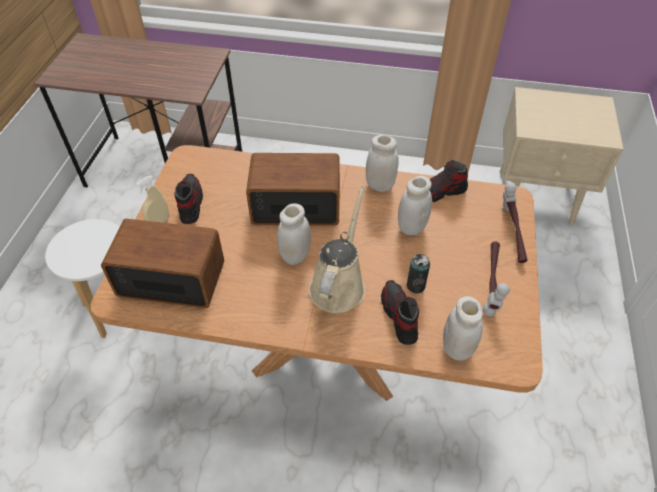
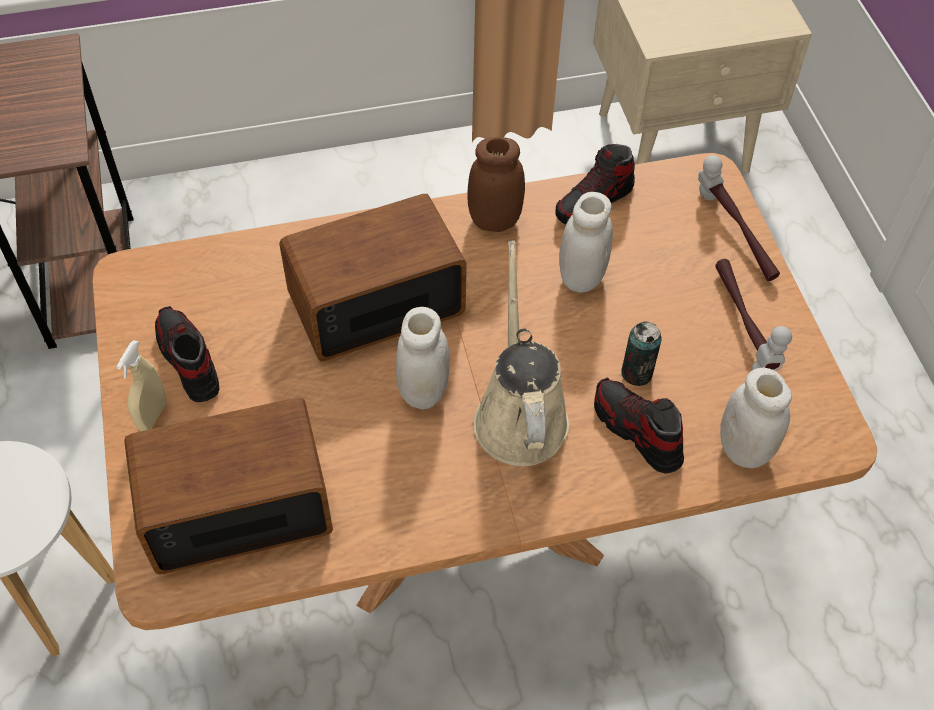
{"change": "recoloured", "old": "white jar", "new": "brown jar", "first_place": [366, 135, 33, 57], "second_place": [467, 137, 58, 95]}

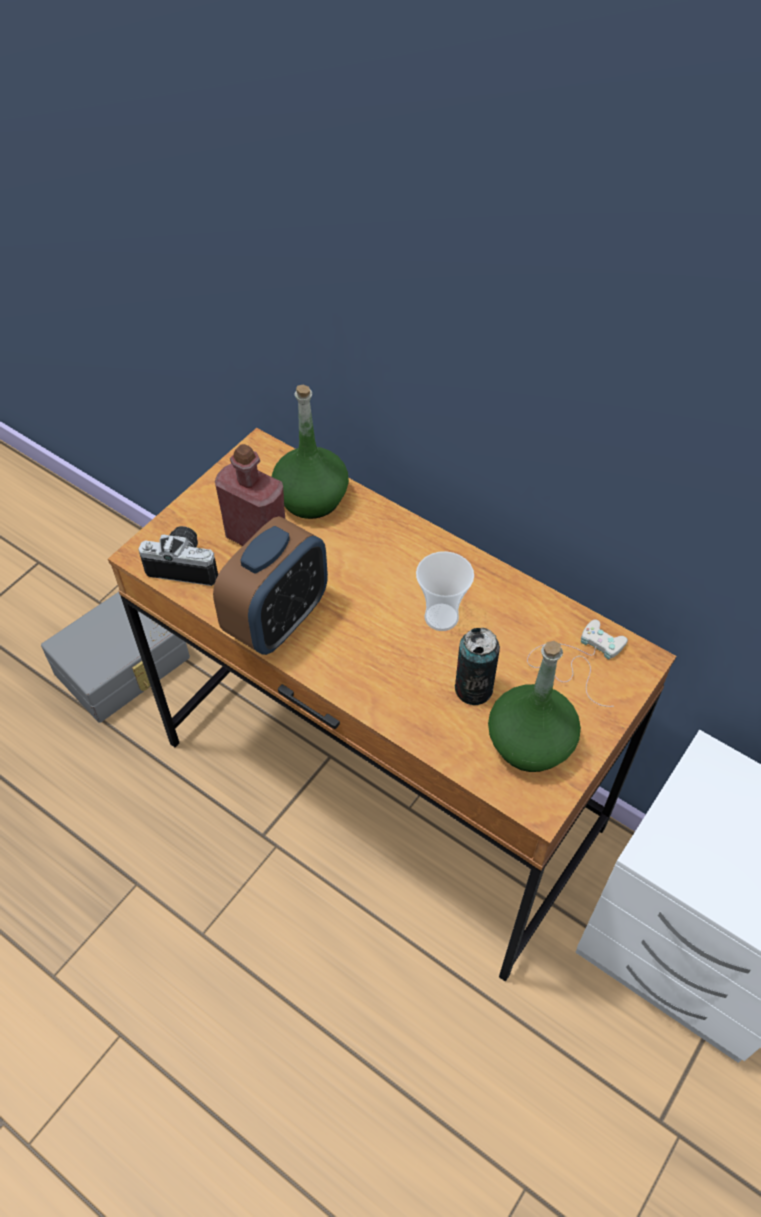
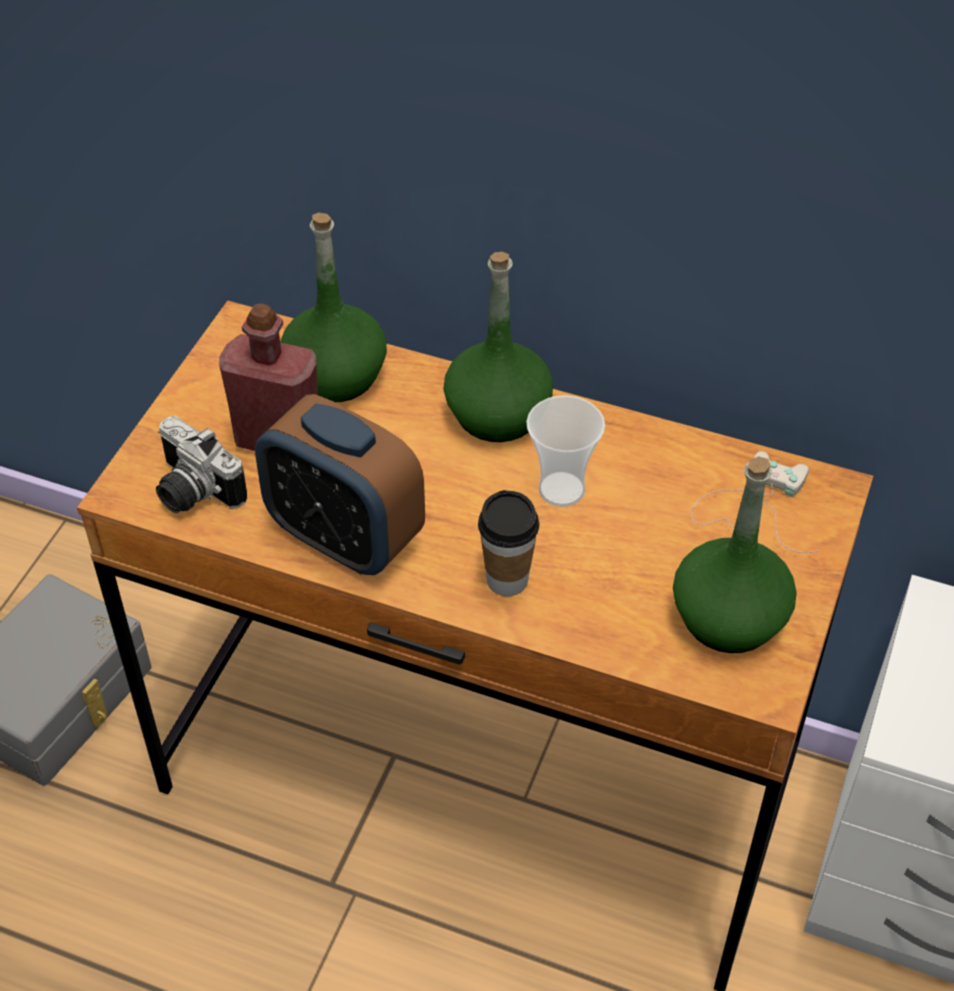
{"change": "removed", "old": "can", "first_place": [455, 628, 45, 77]}
{"change": "added", "new": "green bottle", "second_place": [444, 252, 109, 190]}
{"change": "added", "new": "cup", "second_place": [478, 490, 61, 106]}
{"change": "turned", "old": "photo camera", "first_place": [138, 526, 80, 60], "second_place": [156, 416, 91, 97], "degrees": -135}
{"change": "turned", "old": "alarm clock", "first_place": [213, 516, 115, 139], "second_place": [255, 394, 170, 181], "degrees": 105}

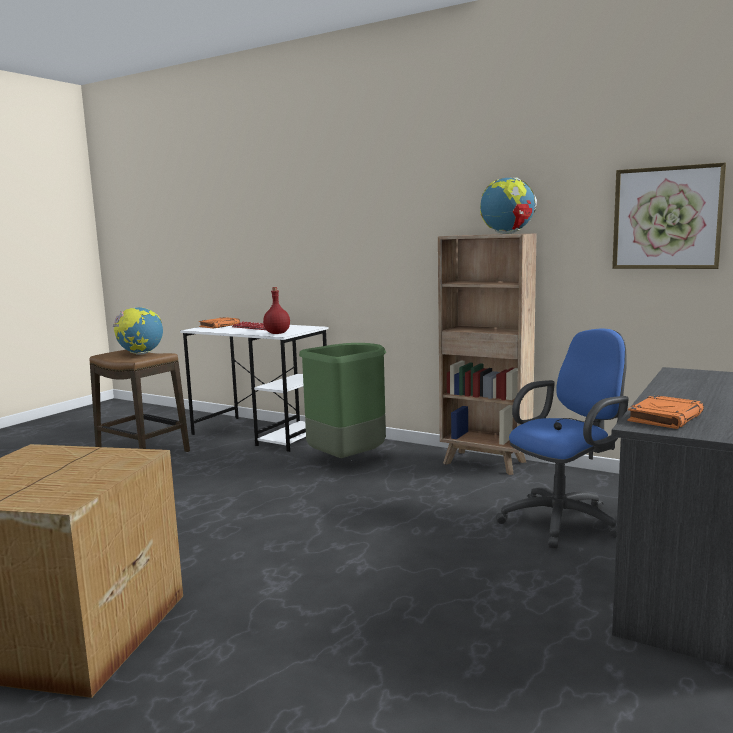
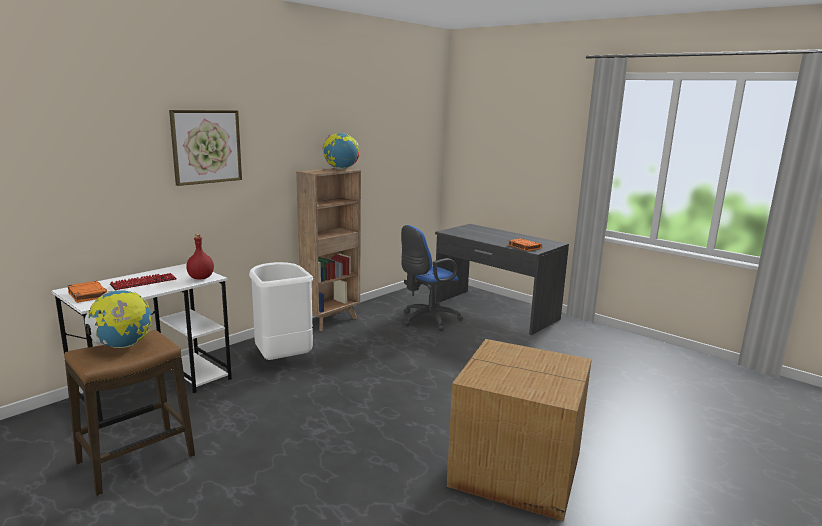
{"change": "moved", "old": "picture", "first_place": [612, 162, 114, 107], "second_place": [169, 110, 73, 76]}
{"change": "recoloured", "old": "green trash can", "new": "white trash can", "first_place": [299, 343, 87, 115], "second_place": [249, 262, 64, 98]}
{"change": "turned", "old": "blue office chair", "first_place": [496, 328, 133, 221], "second_place": [401, 225, 62, 106], "degrees": -105}

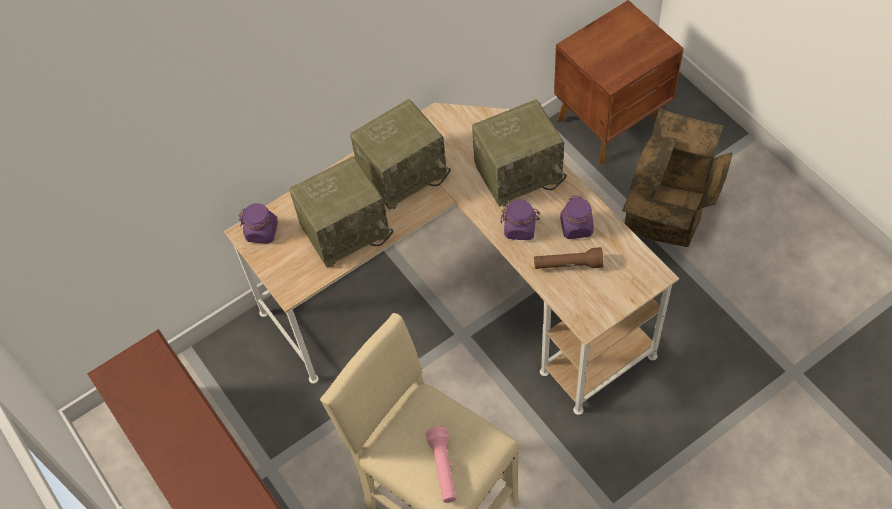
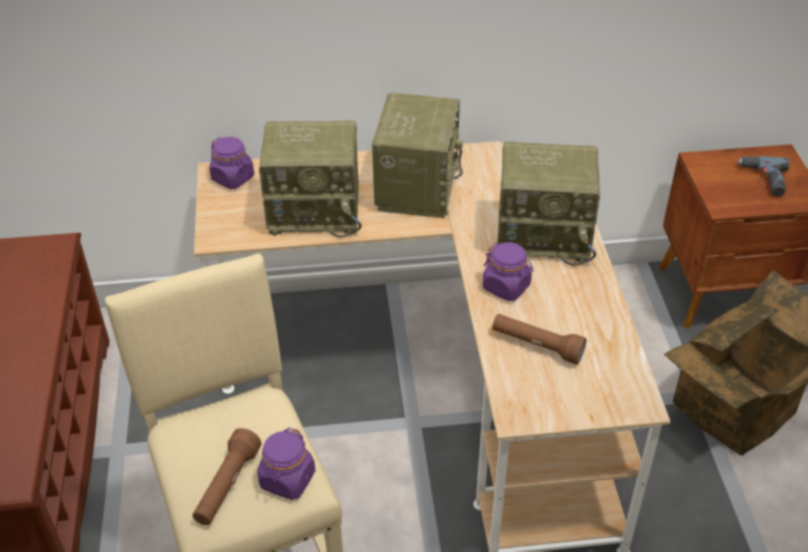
{"change": "added", "new": "power drill", "second_place": [738, 156, 51, 40]}
{"change": "moved", "old": "purple jar", "first_place": [560, 195, 34, 44], "second_place": [257, 428, 58, 72]}
{"change": "recoloured", "old": "pink flashlight", "new": "brown flashlight", "first_place": [426, 427, 31, 76], "second_place": [193, 428, 68, 97]}
{"change": "turned", "old": "radio", "first_place": [350, 99, 101, 111], "second_place": [372, 93, 91, 125], "degrees": -75}

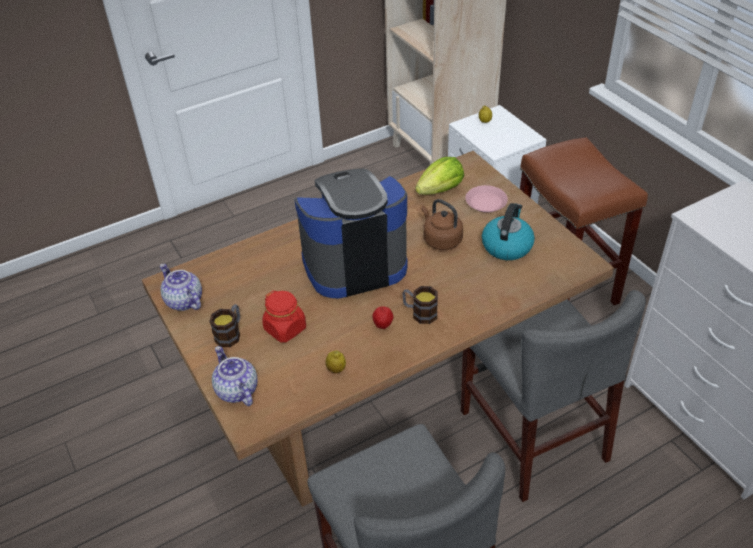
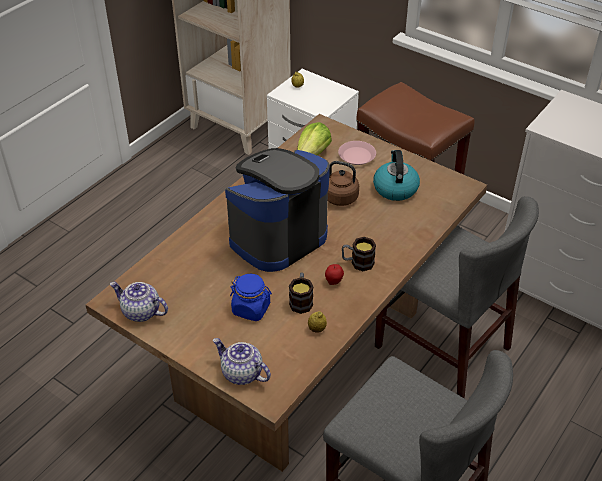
{"change": "moved", "old": "mug", "first_place": [209, 304, 31, 43], "second_place": [289, 272, 25, 42]}
{"change": "recoloured", "old": "red jar", "new": "blue jar", "first_place": [262, 290, 44, 53], "second_place": [230, 274, 42, 47]}

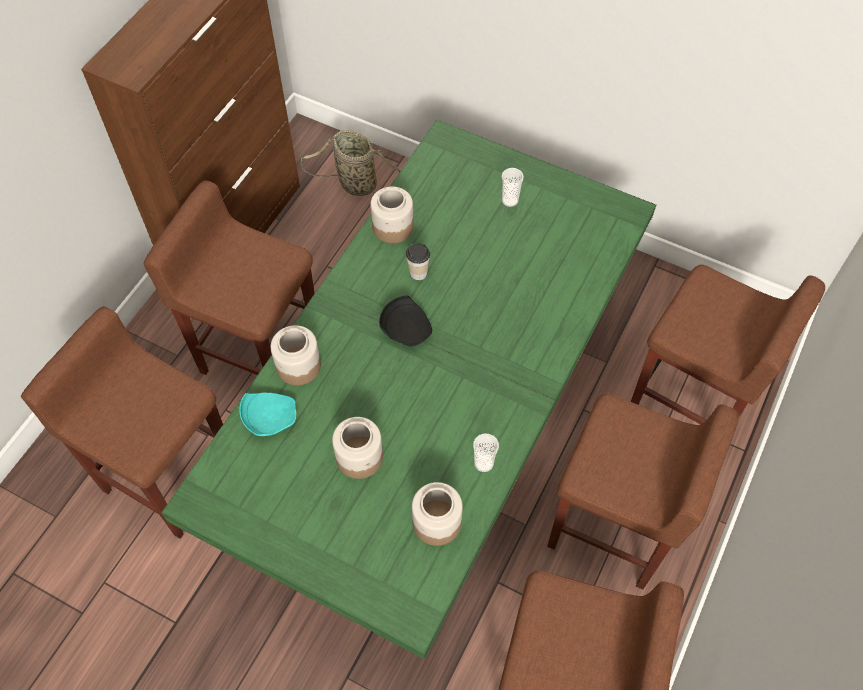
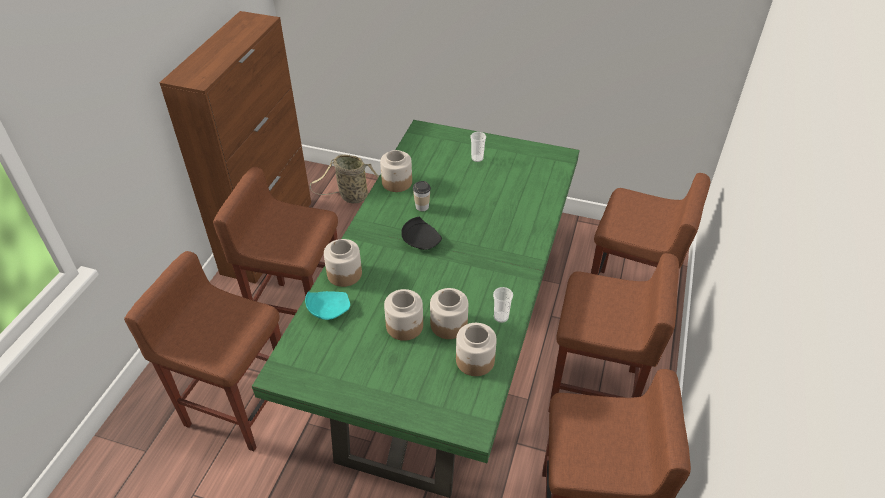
{"change": "added", "new": "jar", "second_place": [430, 288, 38, 51]}

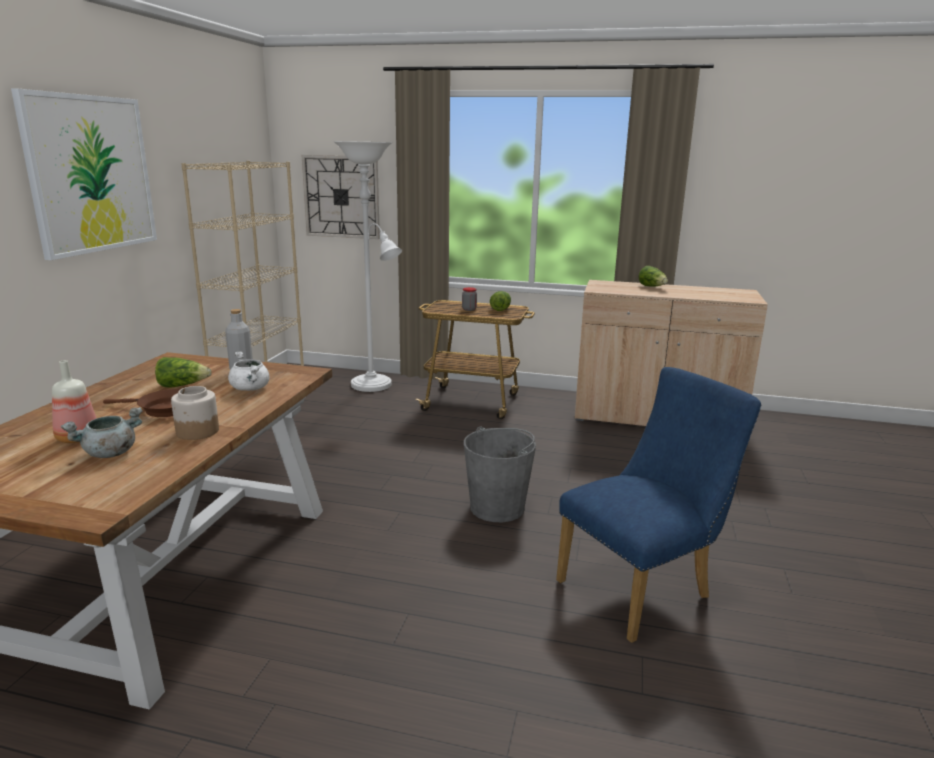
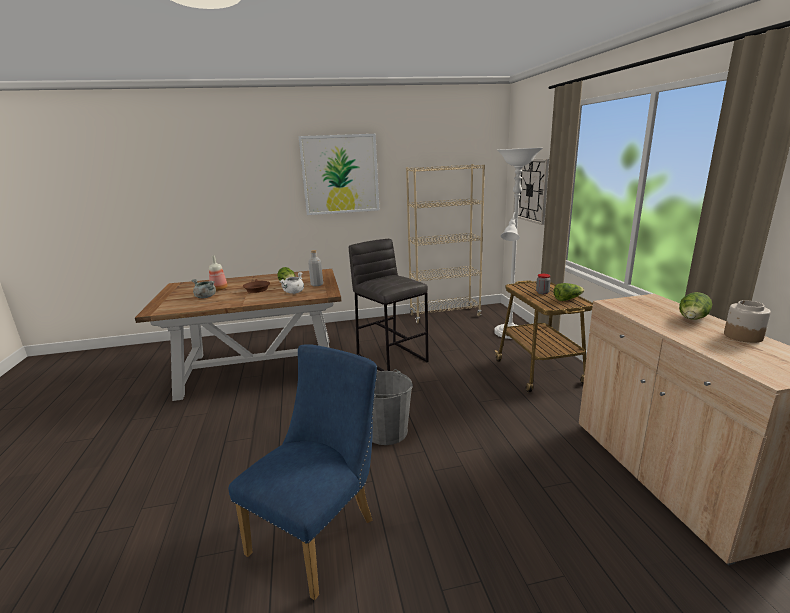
{"change": "added", "new": "grey stool", "second_place": [349, 239, 80, 132]}
{"change": "moved", "old": "jar", "first_place": [171, 386, 48, 54], "second_place": [724, 300, 47, 43]}
{"change": "turned", "old": "blue chair", "first_place": [556, 367, 205, 276], "second_place": [228, 344, 149, 256], "degrees": -90}

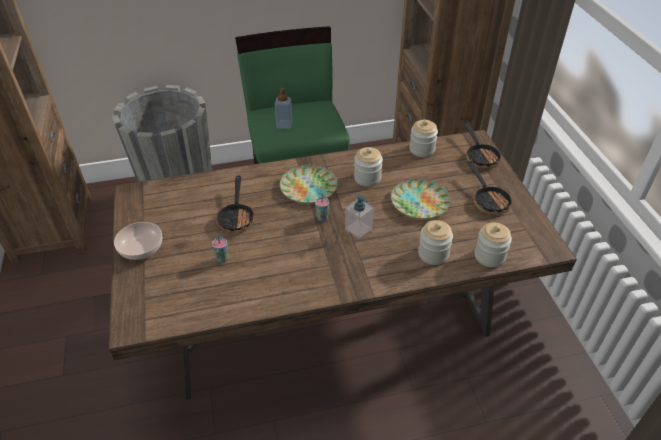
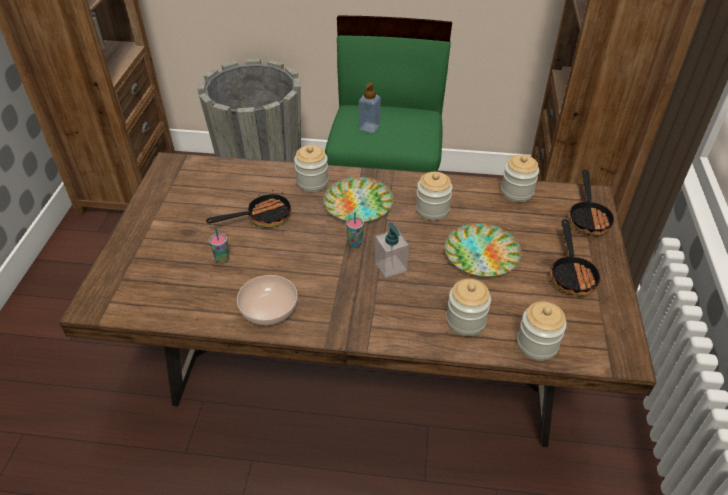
{"change": "added", "new": "jar", "second_place": [294, 145, 35, 47]}
{"change": "moved", "old": "bowl", "first_place": [114, 222, 48, 38], "second_place": [237, 275, 61, 50]}
{"change": "turned", "old": "frying pan", "first_place": [216, 176, 39, 57], "second_place": [206, 190, 85, 38], "degrees": -135}

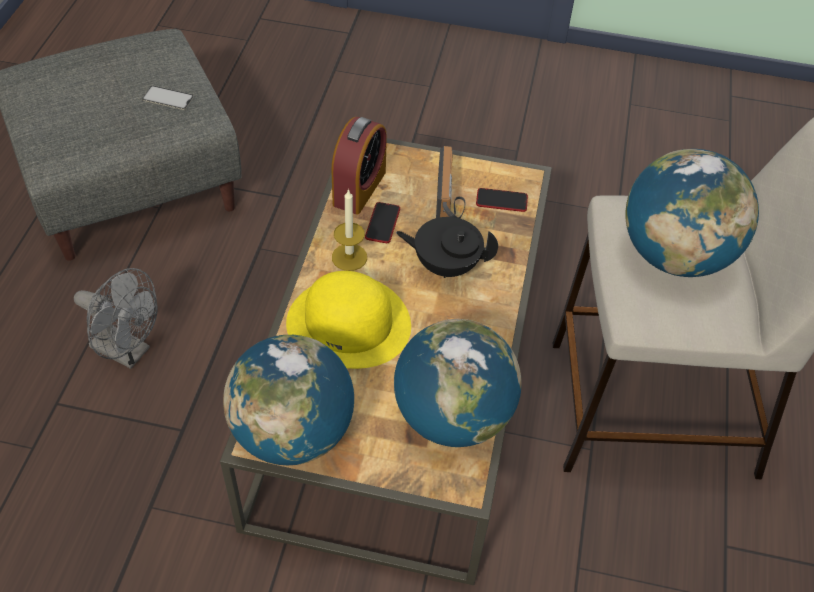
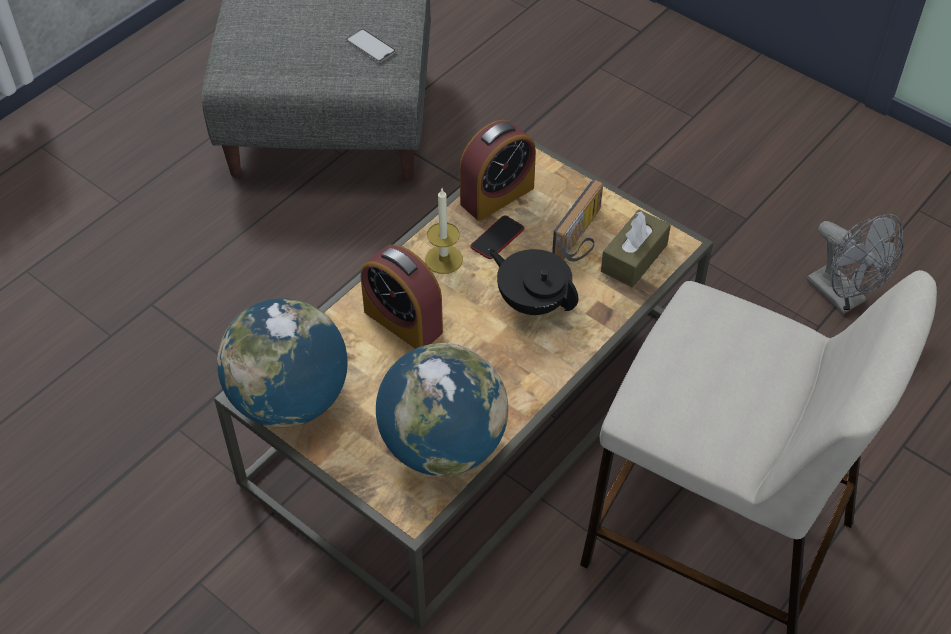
{"change": "removed", "old": "globe", "first_place": [625, 149, 134, 128]}
{"change": "moved", "old": "grey fan", "first_place": [74, 268, 83, 101], "second_place": [807, 214, 97, 100]}
{"change": "replaced", "old": "yellow hat", "new": "alarm clock", "first_place": [286, 271, 125, 98], "second_place": [361, 245, 82, 104]}
{"change": "replaced", "old": "phone", "new": "brown tissue box", "first_place": [476, 188, 52, 24], "second_place": [601, 210, 70, 77]}

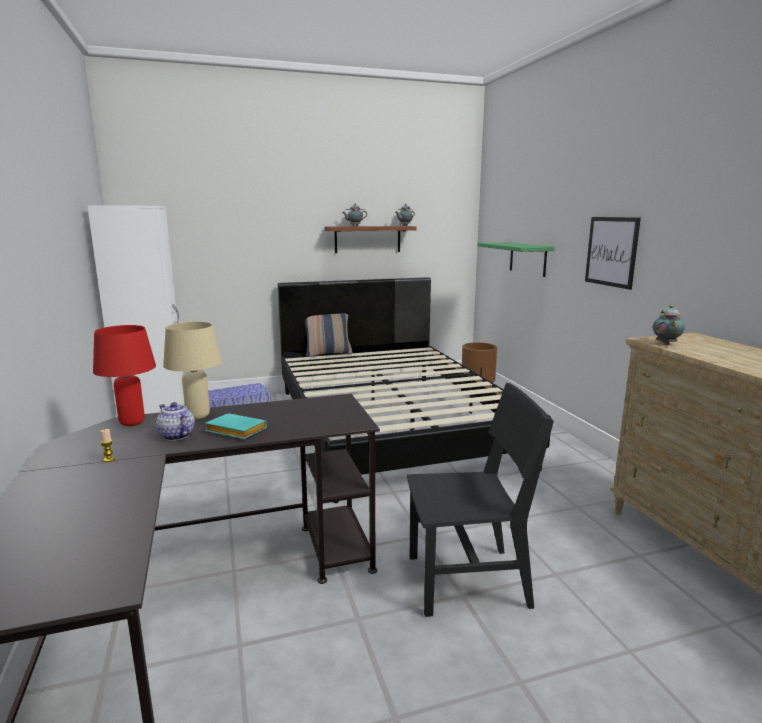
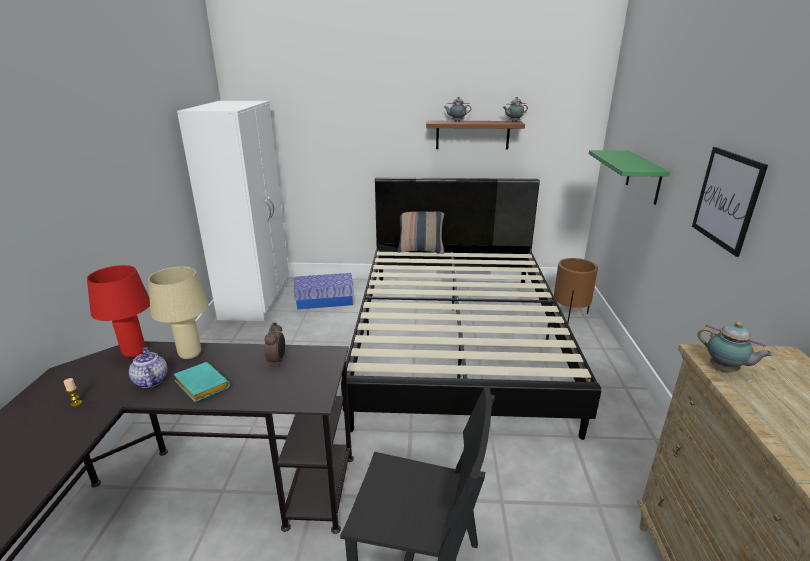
{"change": "added", "new": "alarm clock", "second_place": [265, 322, 20, 44]}
{"change": "turned", "old": "teapot", "first_place": [653, 305, 32, 40], "second_place": [697, 322, 76, 49], "degrees": 105}

